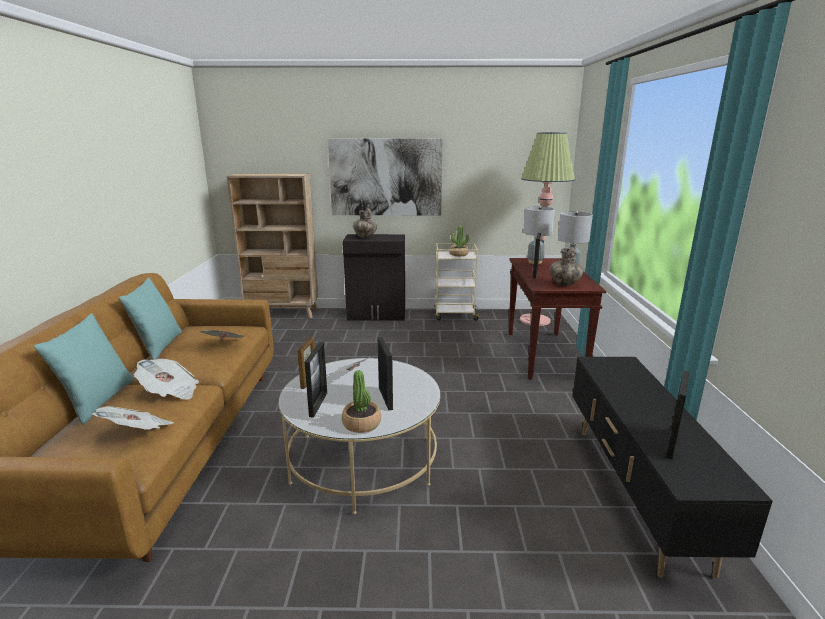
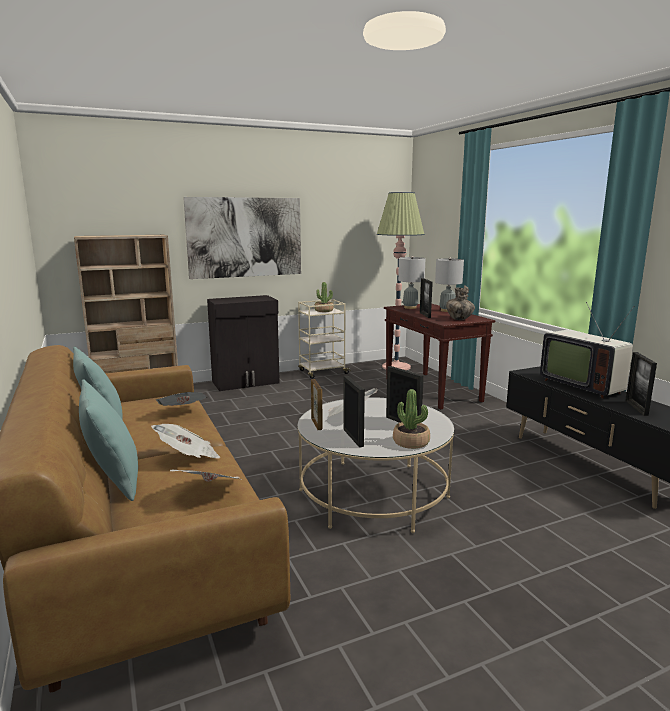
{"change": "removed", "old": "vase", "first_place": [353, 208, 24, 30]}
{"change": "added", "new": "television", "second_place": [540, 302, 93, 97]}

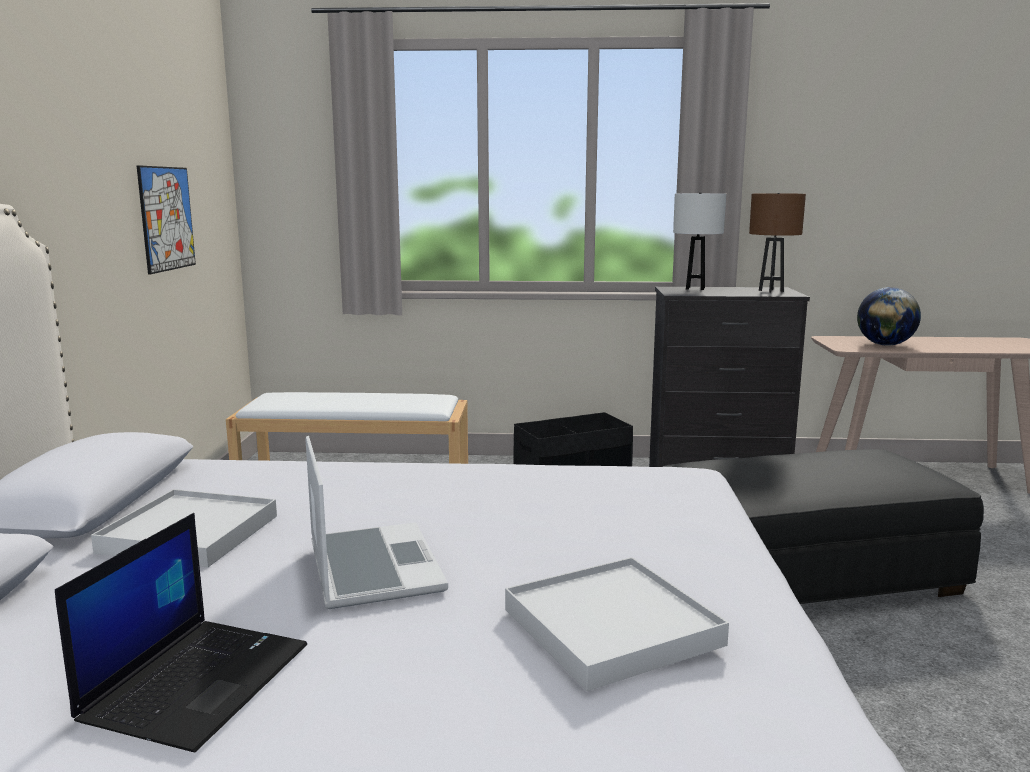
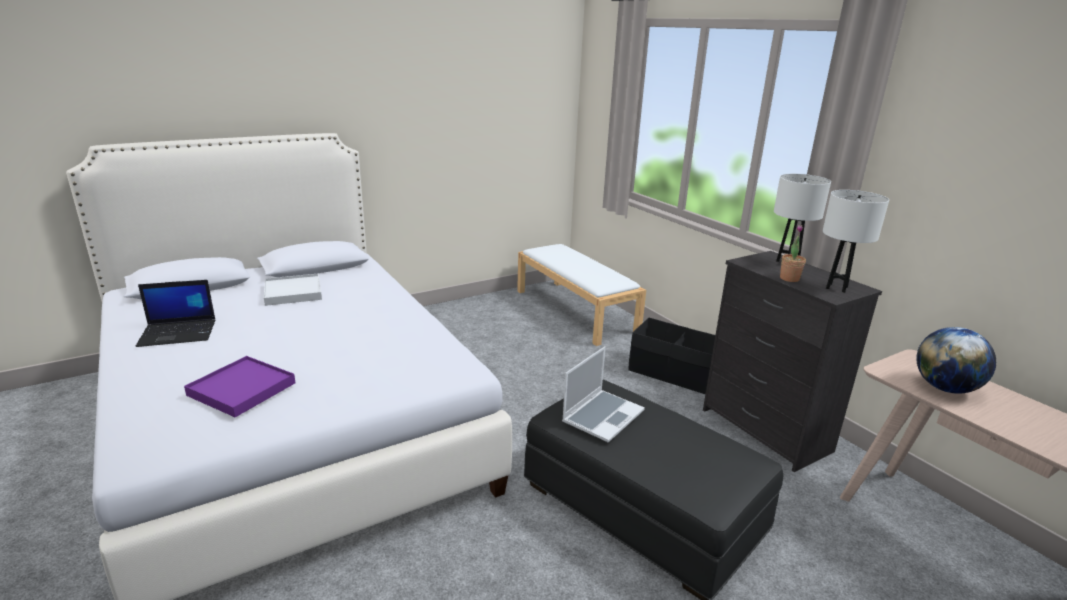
{"change": "removed", "old": "picture", "first_place": [136, 165, 60, 109]}
{"change": "added", "new": "potted plant", "second_place": [780, 225, 26, 57]}
{"change": "moved", "old": "laptop", "first_place": [305, 436, 143, 173], "second_place": [562, 347, 83, 95]}
{"change": "recoloured", "old": "white tray", "new": "purple tray", "first_place": [505, 557, 224, 134], "second_place": [184, 356, 112, 61]}
{"change": "recoloured", "old": "brown table lamp", "new": "white table lamp", "first_place": [749, 193, 57, 100], "second_place": [823, 190, 66, 103]}

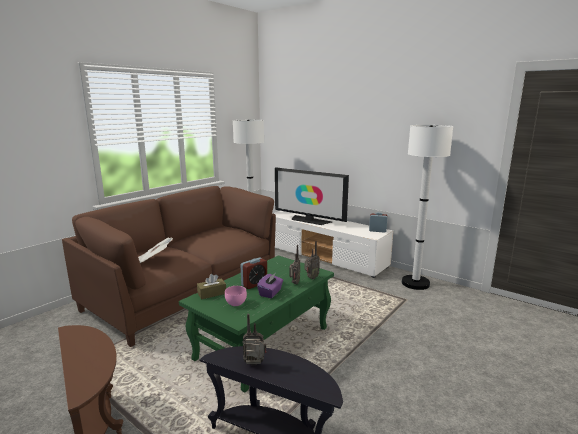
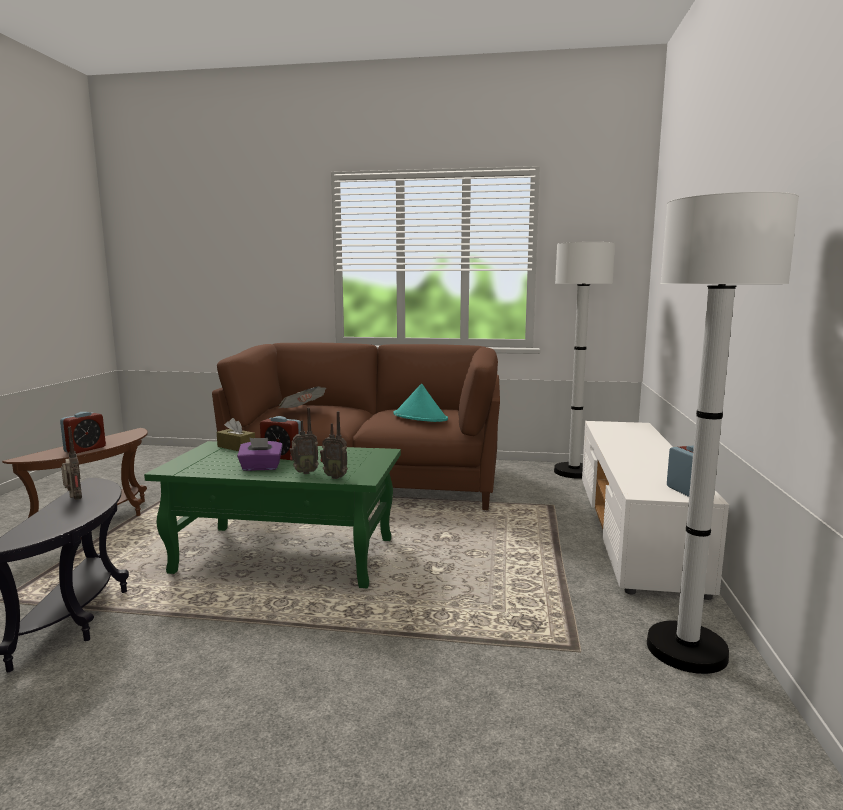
{"change": "removed", "old": "pink bowl", "first_place": [225, 286, 22, 21]}
{"change": "removed", "old": "television", "first_place": [275, 167, 74, 58]}
{"change": "added", "new": "alarm clock", "second_place": [60, 412, 46, 42]}
{"change": "added", "new": "turquoise hat", "second_place": [393, 384, 55, 38]}

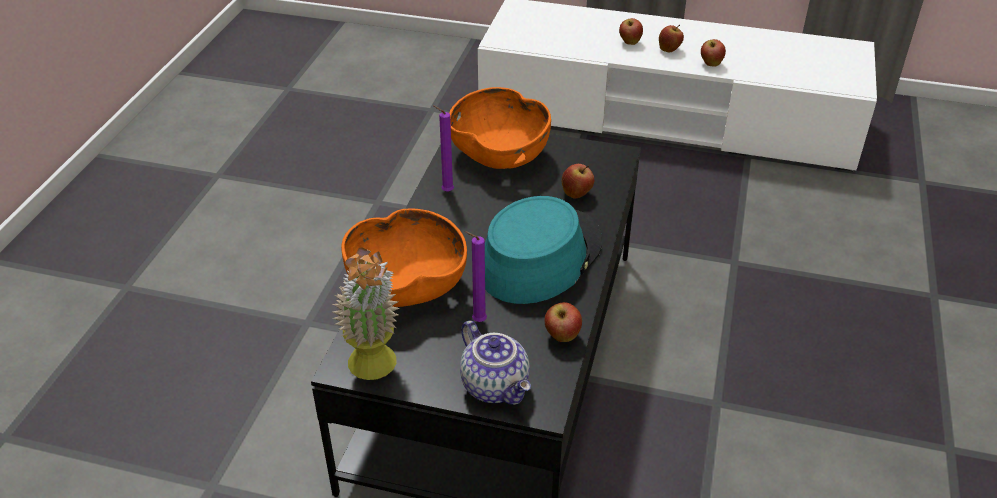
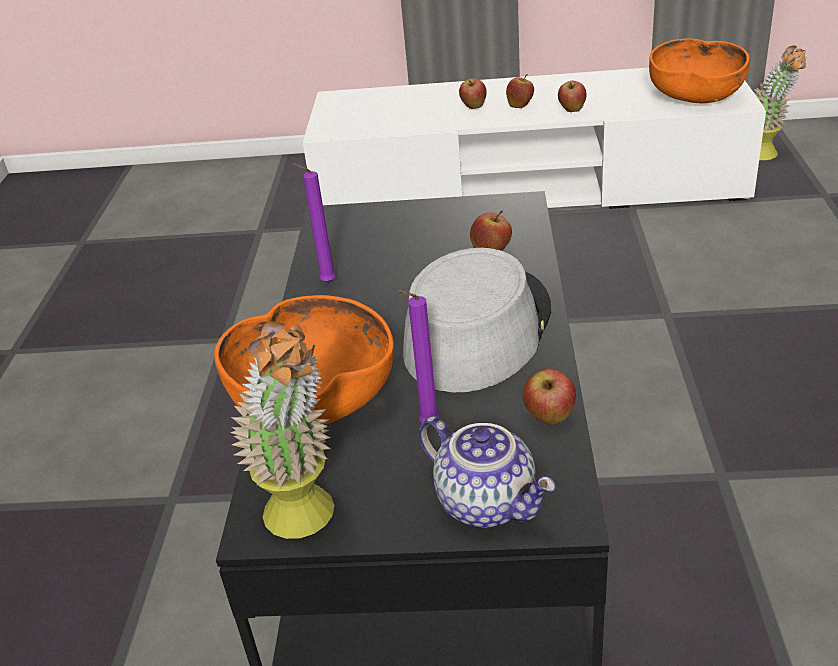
{"change": "added", "new": "potted plant", "second_place": [754, 46, 52, 114]}
{"change": "moved", "old": "orange bowl", "first_place": [449, 87, 102, 82], "second_place": [649, 38, 101, 65]}
{"change": "recoloured", "old": "turquoise hat", "new": "grey hat", "first_place": [485, 196, 117, 108], "second_place": [403, 248, 148, 144]}

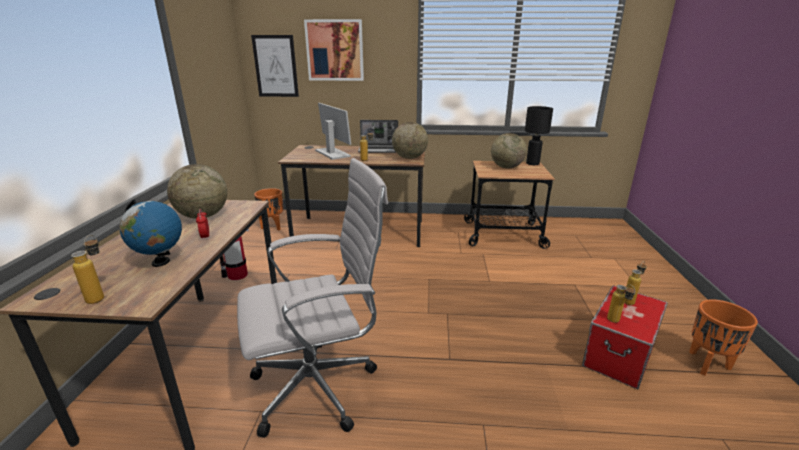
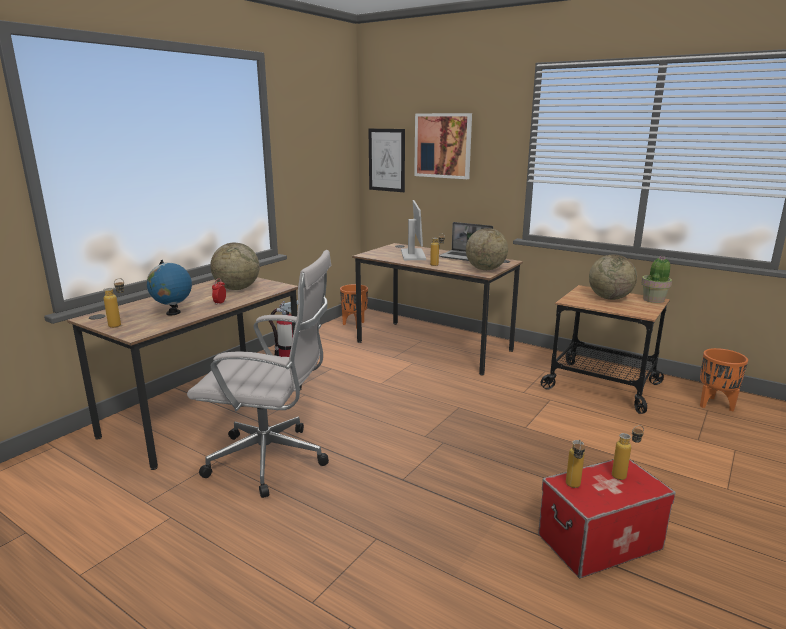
{"change": "moved", "old": "orange planter", "first_place": [689, 299, 69, 77], "second_place": [700, 348, 48, 63]}
{"change": "replaced", "old": "black table lamp", "new": "potted plant", "first_place": [525, 106, 28, 59], "second_place": [642, 256, 30, 47]}

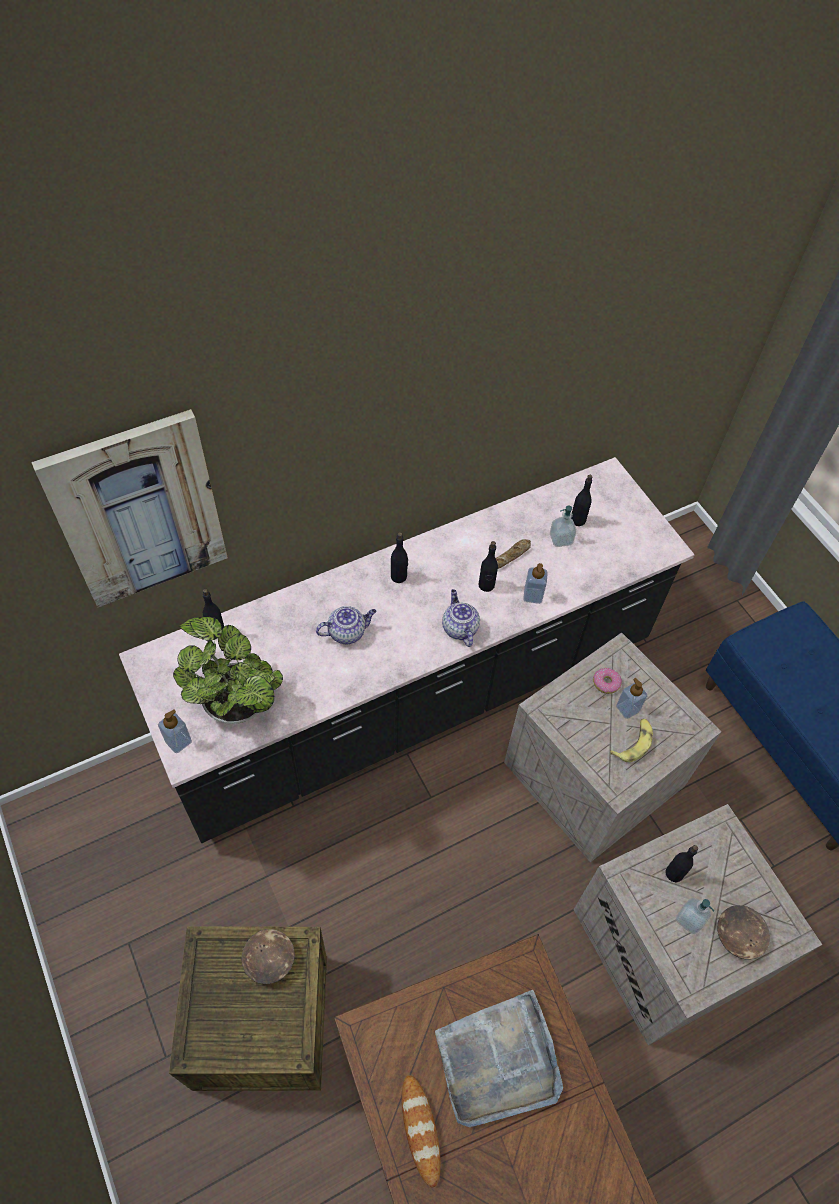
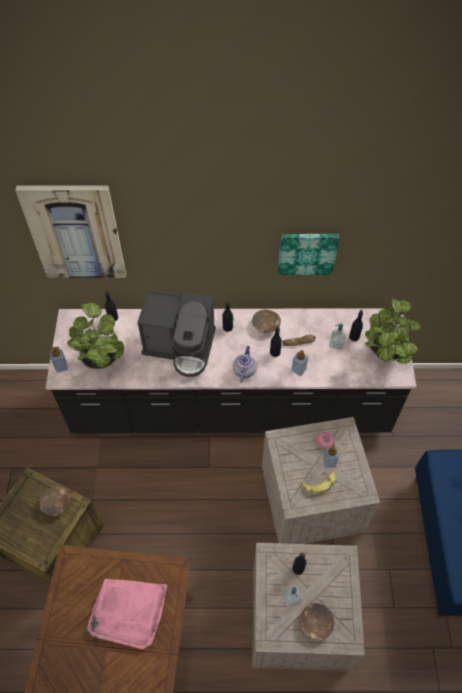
{"change": "removed", "old": "bread", "first_place": [402, 1075, 39, 113]}
{"change": "added", "new": "brown bowl", "second_place": [252, 310, 29, 23]}
{"change": "added", "new": "picture", "second_place": [278, 234, 61, 41]}
{"change": "added", "new": "potted plant", "second_place": [365, 299, 56, 65]}
{"change": "replaced", "old": "teapot", "new": "coffee machine", "first_place": [316, 606, 60, 38], "second_place": [138, 290, 78, 87]}
{"change": "recoloured", "old": "grey tray", "new": "pink tray", "first_place": [435, 990, 128, 137], "second_place": [87, 579, 80, 71]}

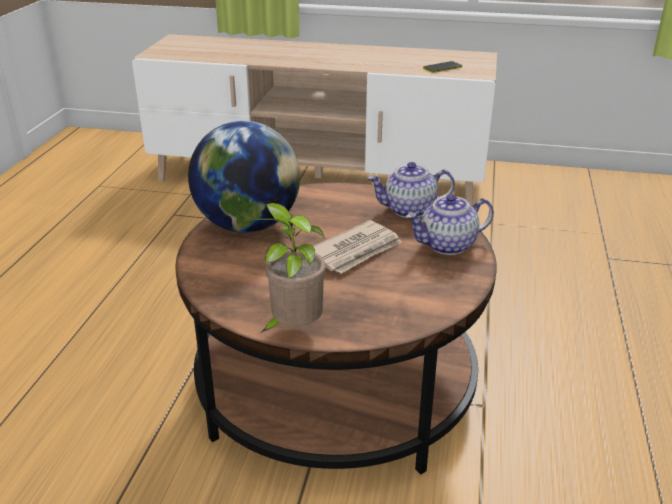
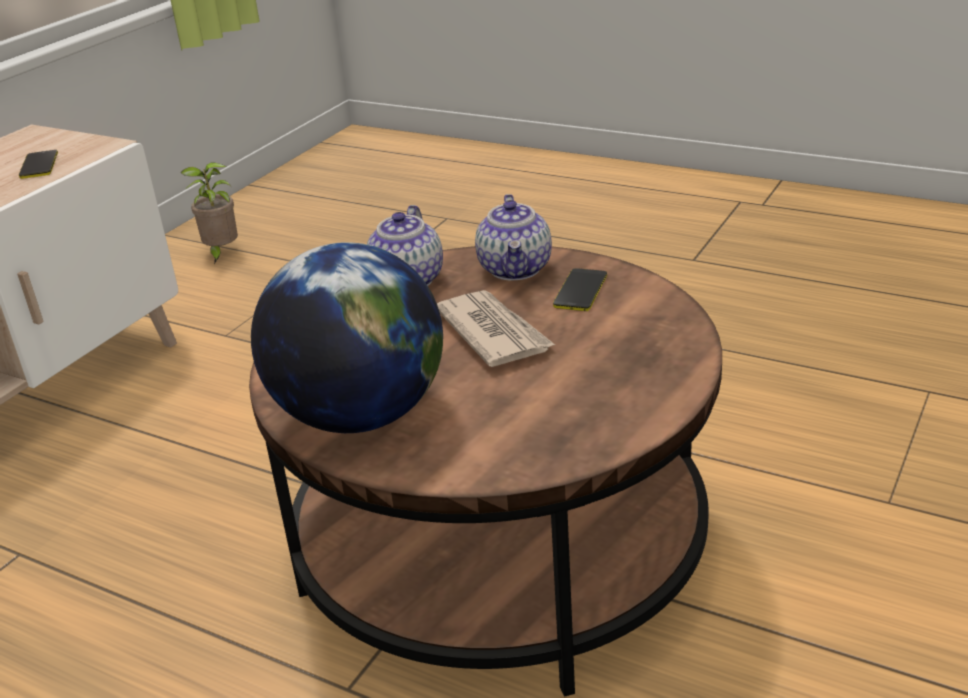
{"change": "added", "new": "phone", "second_place": [553, 268, 54, 43]}
{"change": "moved", "old": "potted plant", "first_place": [248, 203, 78, 129], "second_place": [180, 162, 58, 102]}

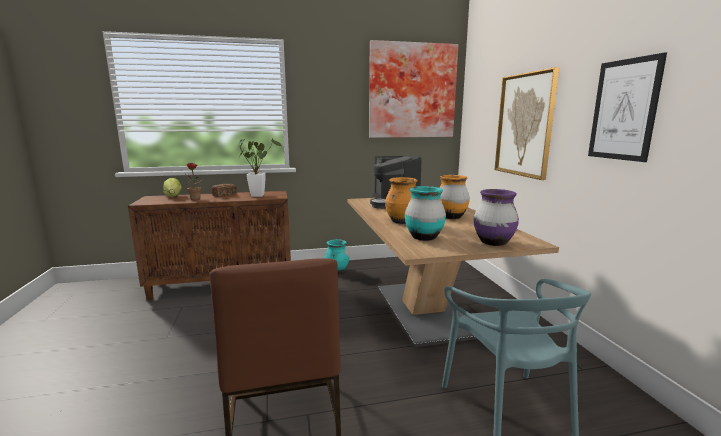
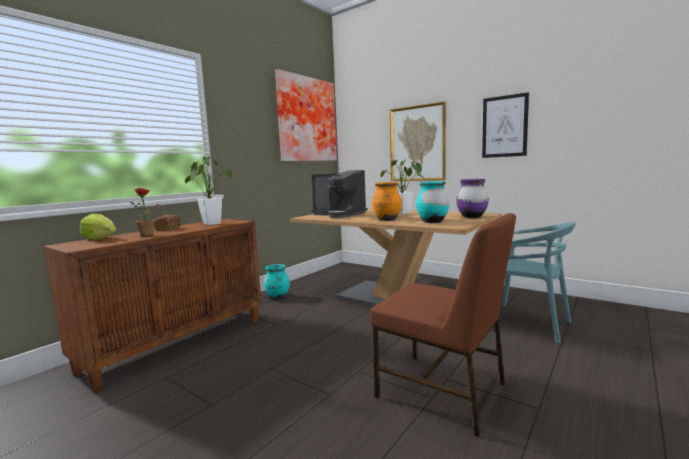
{"change": "replaced", "old": "orange vase", "new": "potted plant", "first_place": [439, 175, 31, 44], "second_place": [380, 159, 44, 55]}

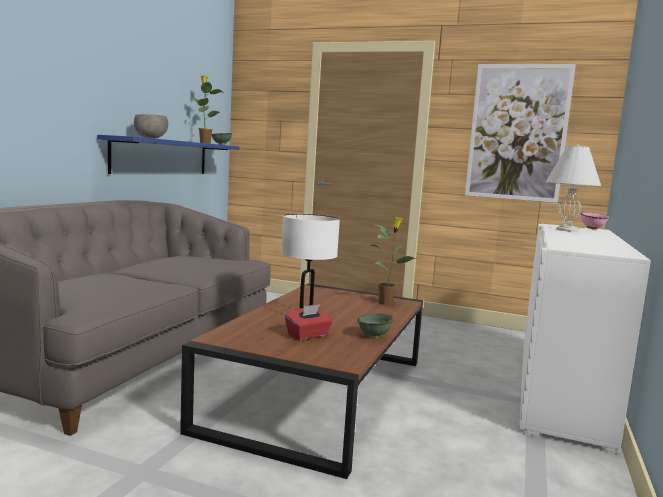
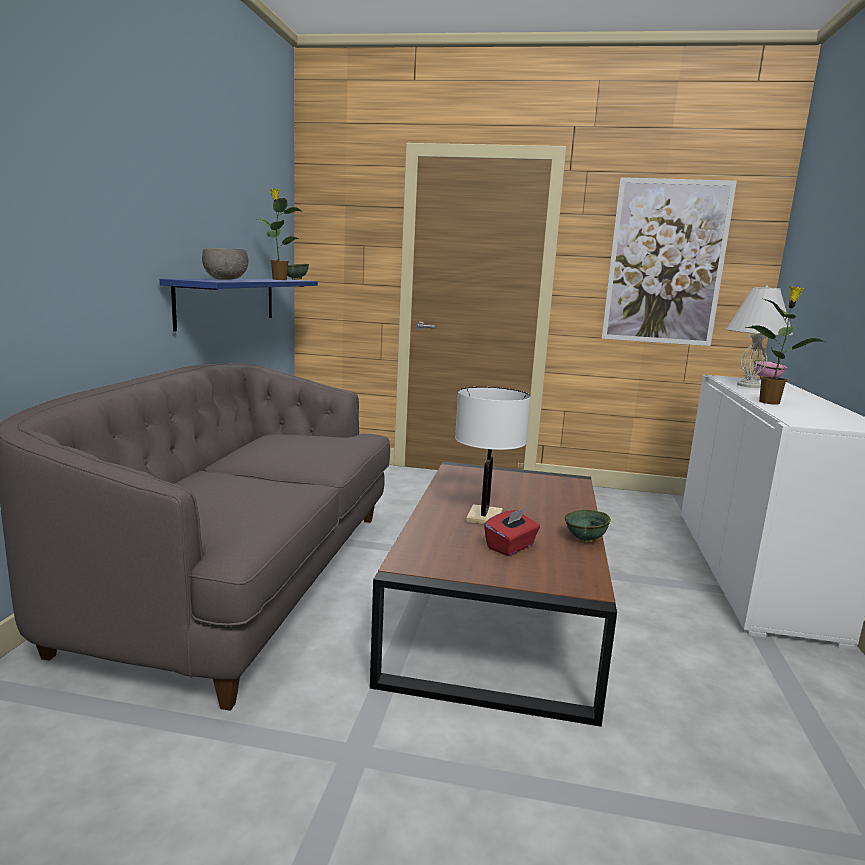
{"change": "moved", "old": "potted plant", "first_place": [369, 217, 47, 88], "second_place": [746, 286, 80, 118]}

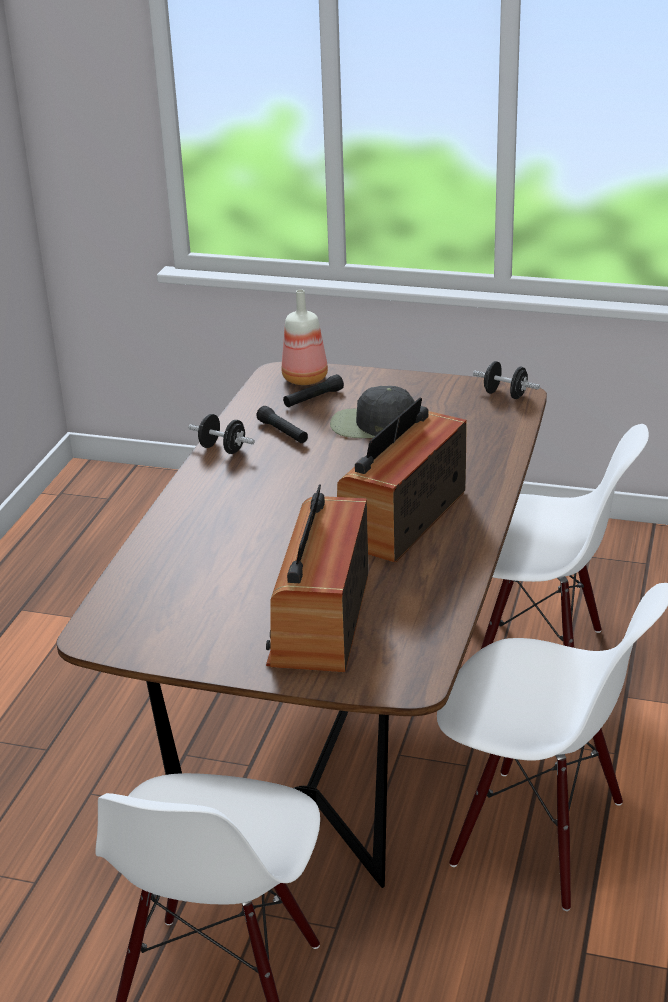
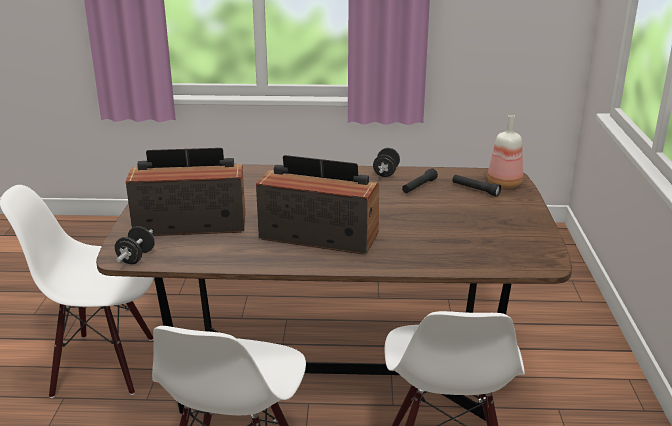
{"change": "removed", "old": "black cap", "first_place": [330, 386, 85, 52]}
{"change": "moved", "old": "black dumbbell", "first_place": [473, 361, 67, 38], "second_place": [115, 226, 40, 38]}

